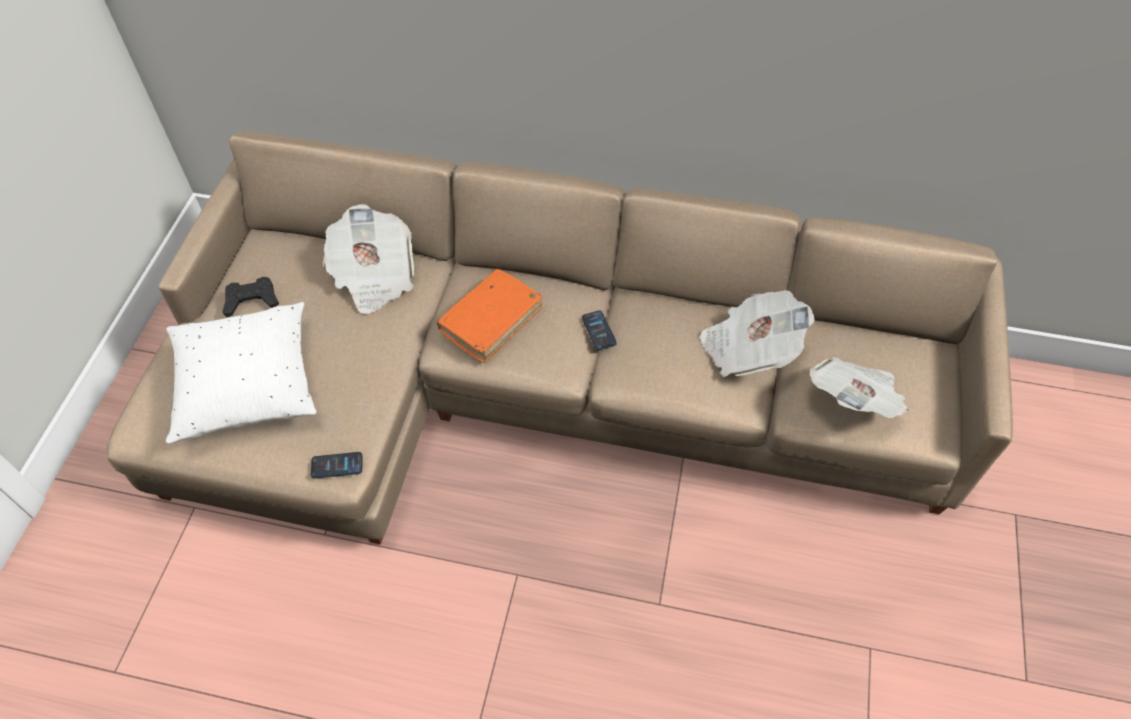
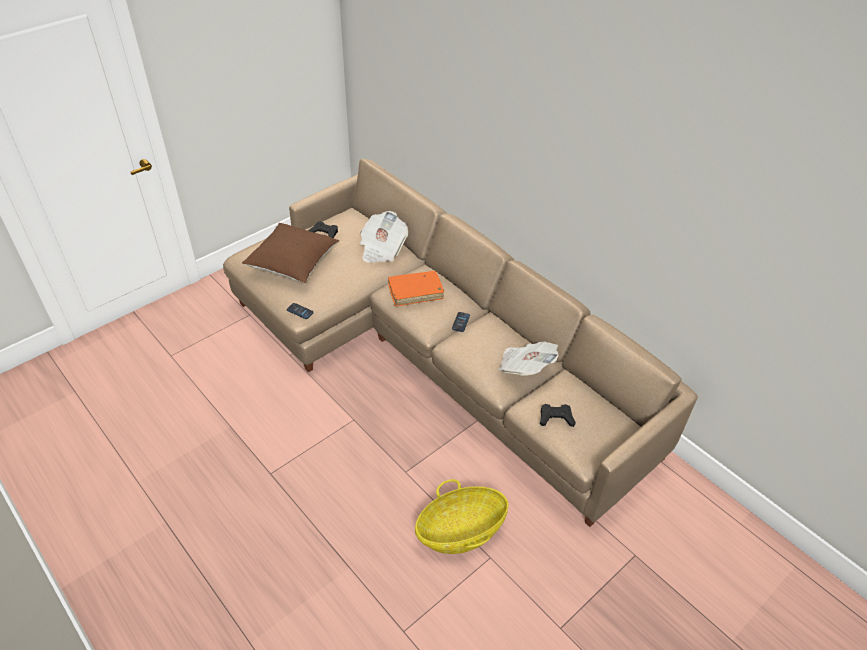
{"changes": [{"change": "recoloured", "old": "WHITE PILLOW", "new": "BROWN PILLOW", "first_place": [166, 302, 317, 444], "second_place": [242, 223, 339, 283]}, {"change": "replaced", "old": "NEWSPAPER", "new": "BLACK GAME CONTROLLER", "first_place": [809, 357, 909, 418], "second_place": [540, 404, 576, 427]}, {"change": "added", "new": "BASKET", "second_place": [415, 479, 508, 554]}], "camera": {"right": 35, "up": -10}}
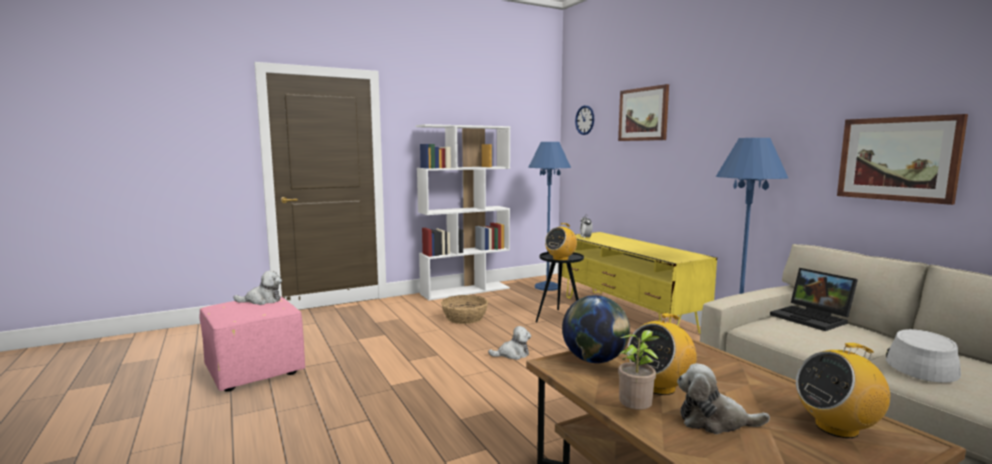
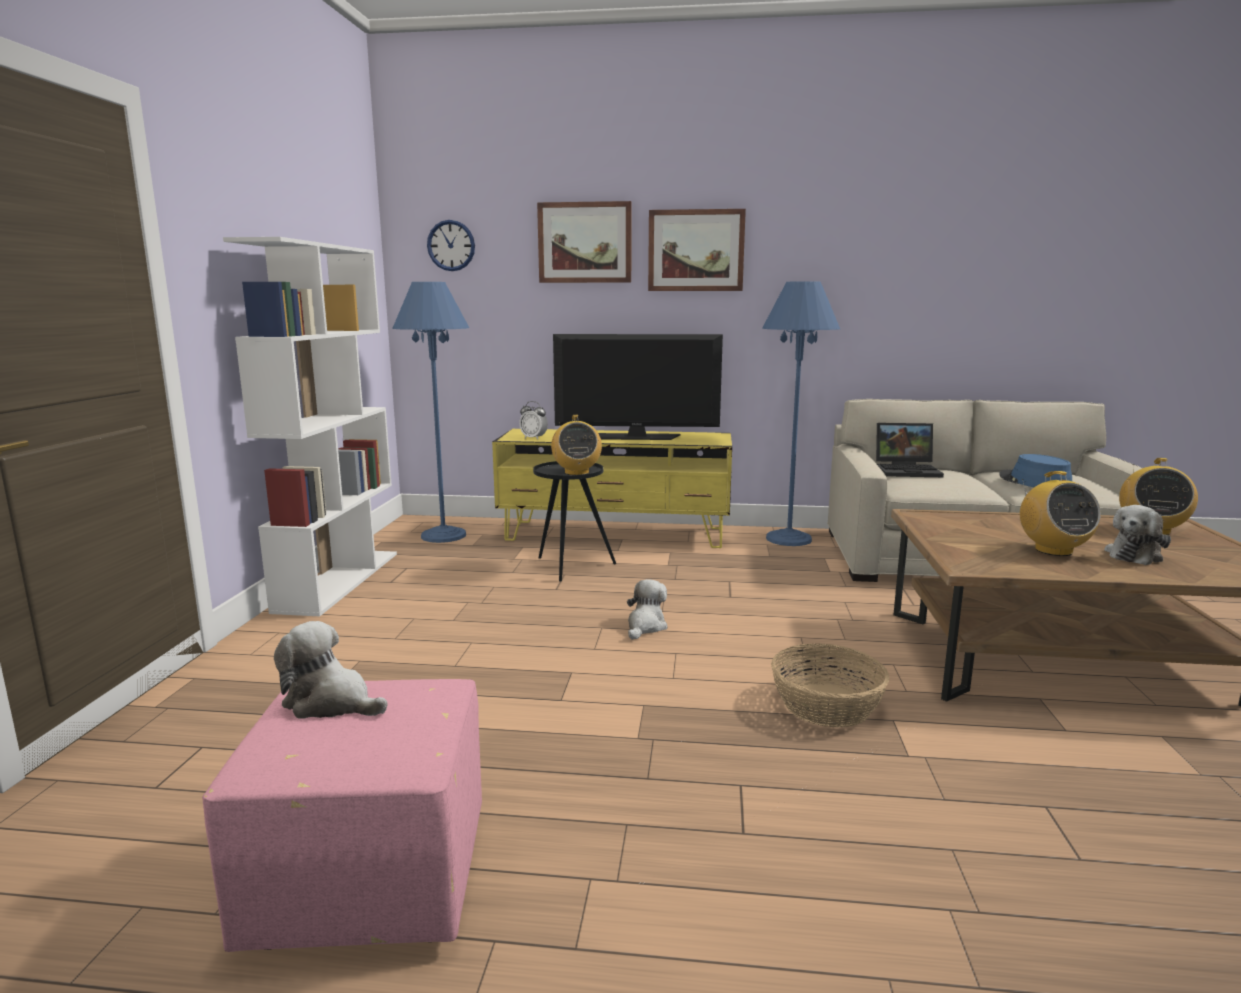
{"changes": [{"change": "turned", "old": "PLUSH TOY", "first_place": [233, 271, 282, 305], "second_place": [274, 621, 388, 719], "degrees": -90}, {"change": "moved", "old": "BASKET", "first_place": [441, 295, 488, 324], "second_place": [771, 644, 889, 727]}, {"change": "removed", "old": "GLOBE", "first_place": [562, 295, 630, 363]}, {"change": "removed", "old": "POTTED PLANT", "first_place": [618, 330, 660, 410]}, {"change": "moved", "old": "PICTURE", "first_place": [837, 114, 968, 205], "second_place": [648, 209, 746, 291]}, {"change": "recoloured", "old": "GREY HAT", "new": "BLUE HAT", "first_place": [885, 329, 961, 383], "second_place": [999, 454, 1072, 487]}, {"change": "added", "new": "TELEVISION", "second_place": [553, 334, 723, 440]}], "camera": {"right": -55, "up": 5}}
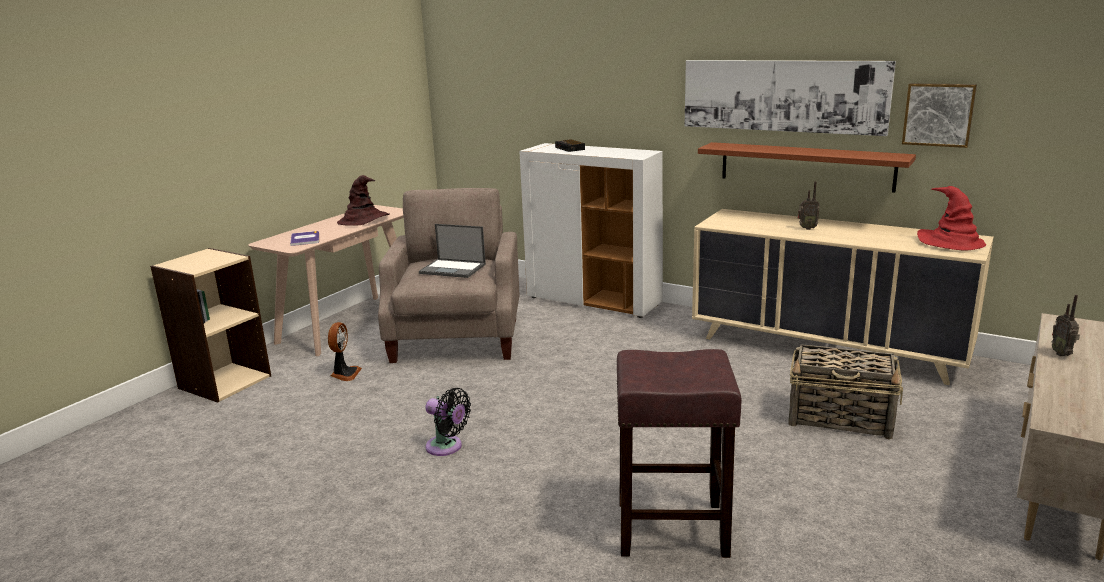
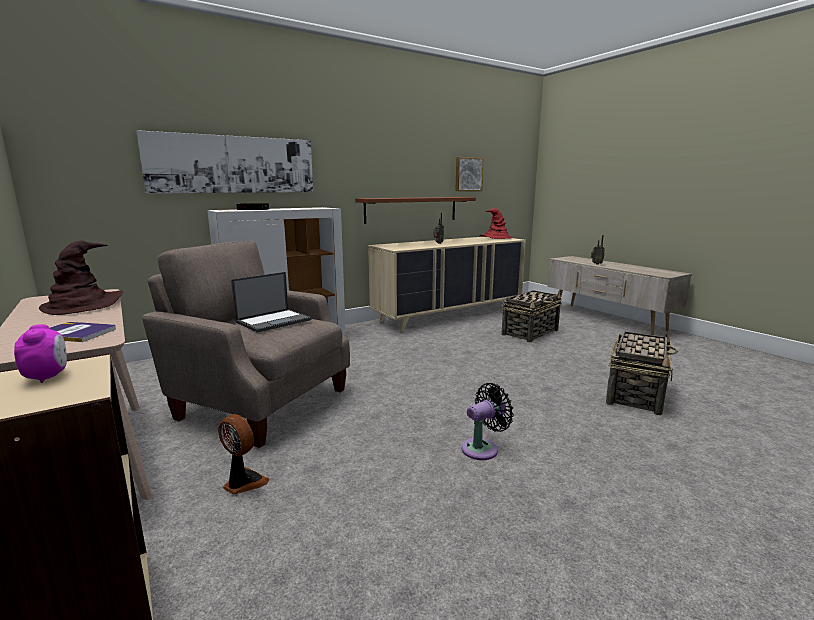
{"changes": [{"change": "replaced", "old": "BROWN STOOL", "new": "BASKET", "first_place": [617, 349, 742, 558], "second_place": [606, 331, 678, 415]}, {"change": "moved", "old": "PICTURE", "first_place": [684, 60, 896, 136], "second_place": [136, 130, 313, 193]}, {"change": "added", "new": "ALARM CLOCK", "second_place": [14, 324, 67, 383]}], "camera": {"right": -65, "up": -5}}
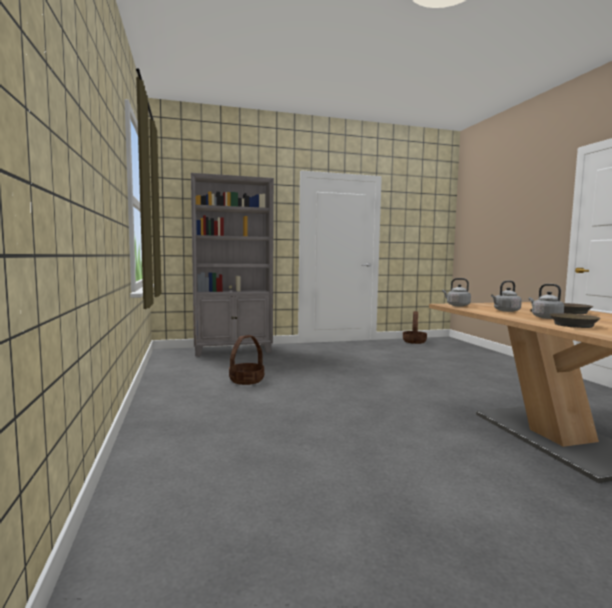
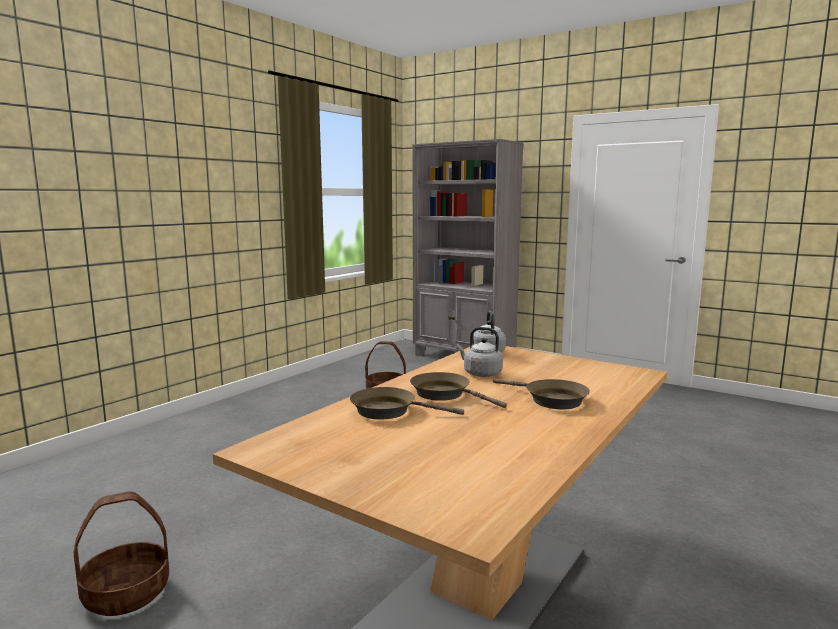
{"changes": [{"change": "moved", "old": "BASKET", "first_place": [403, 311, 427, 344], "second_place": [74, 491, 169, 616]}, {"change": "replaced", "old": "GREY KETTLE", "new": "BROWN FRYING PAN", "first_place": [529, 284, 564, 319], "second_place": [410, 372, 507, 408]}], "camera": {"right": 50, "up": 5}}
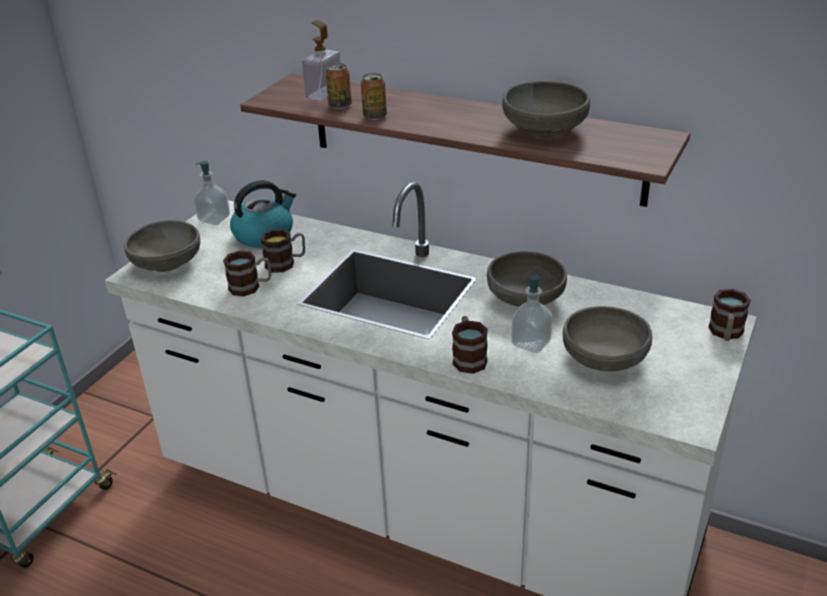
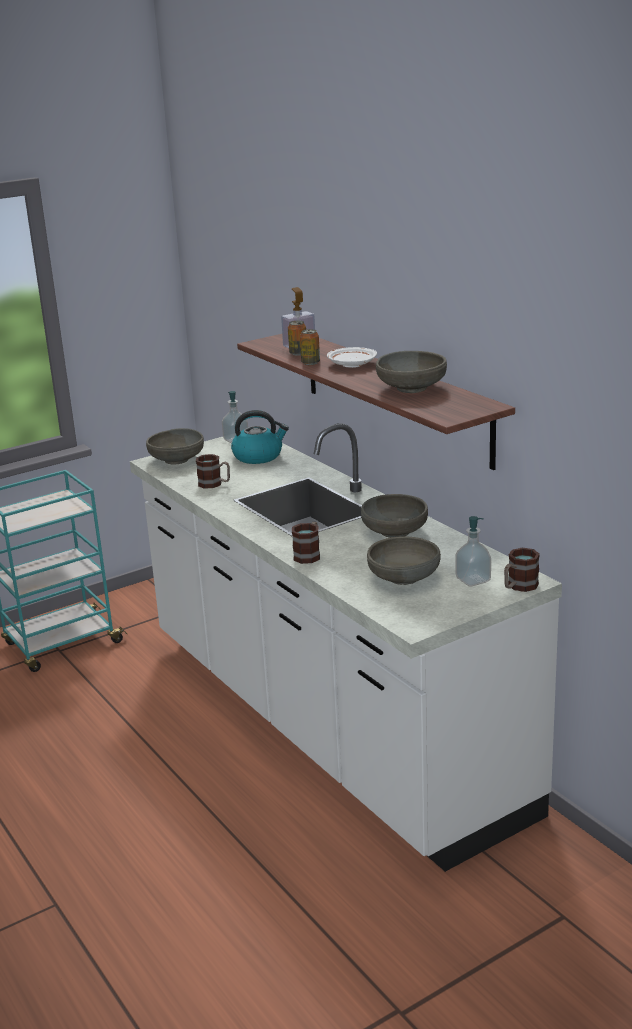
{"changes": [{"change": "removed", "old": "MUG", "first_place": [261, 229, 305, 272]}, {"change": "moved", "old": "SOAP DISPENSER", "first_place": [511, 274, 552, 353], "second_place": [455, 516, 491, 587]}, {"change": "added", "new": "WHITE PLATE", "second_place": [327, 347, 377, 368]}], "camera": {"right": 30, "up": -10}}
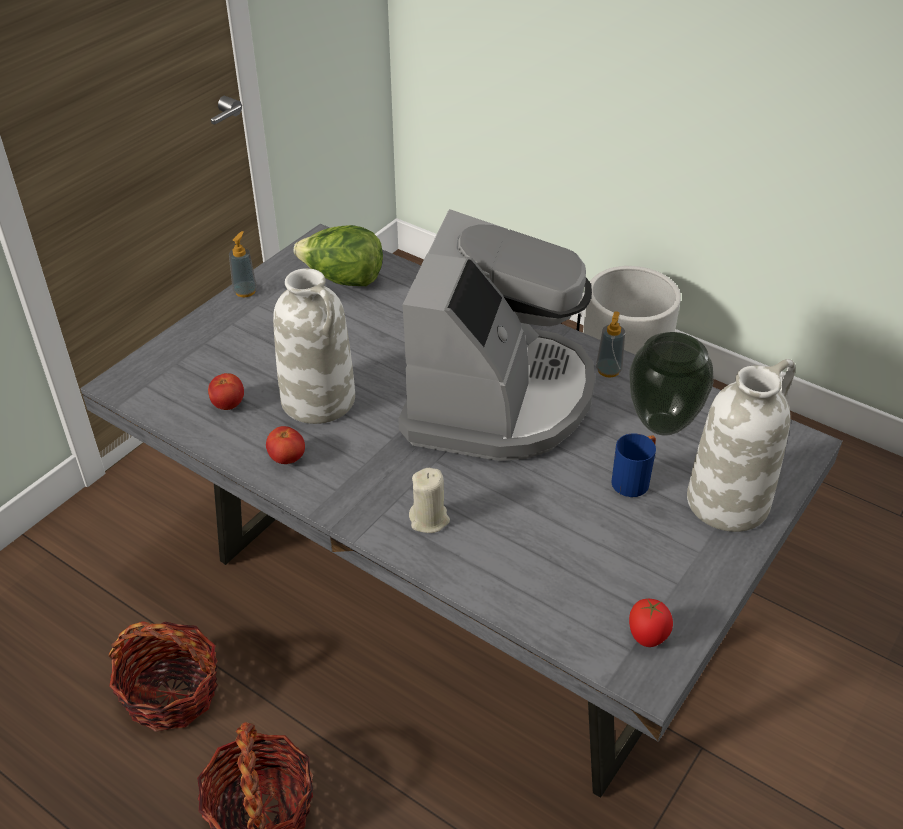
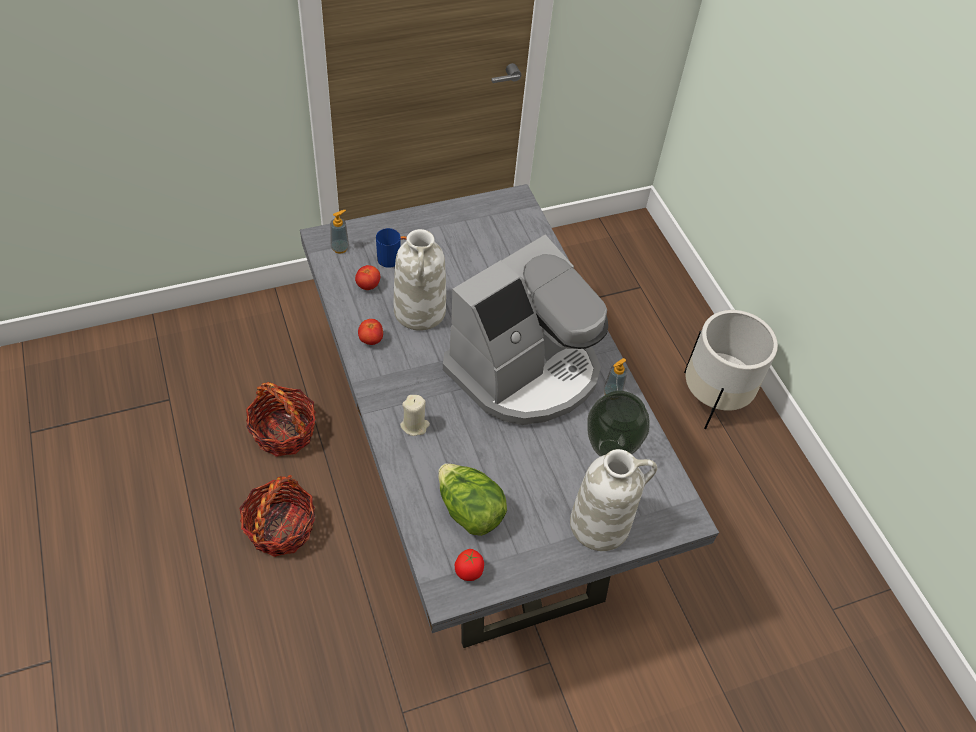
{"changes": [{"change": "moved", "old": "SOAP DISPENSER", "first_place": [229, 231, 257, 297], "second_place": [330, 210, 349, 253]}, {"change": "moved", "old": "LETTUCE", "first_place": [294, 225, 383, 286], "second_place": [438, 463, 507, 536]}, {"change": "moved", "old": "BLUE MUG", "first_place": [612, 433, 656, 497], "second_place": [376, 228, 407, 268]}], "camera": {"right": 30, "up": 10}}
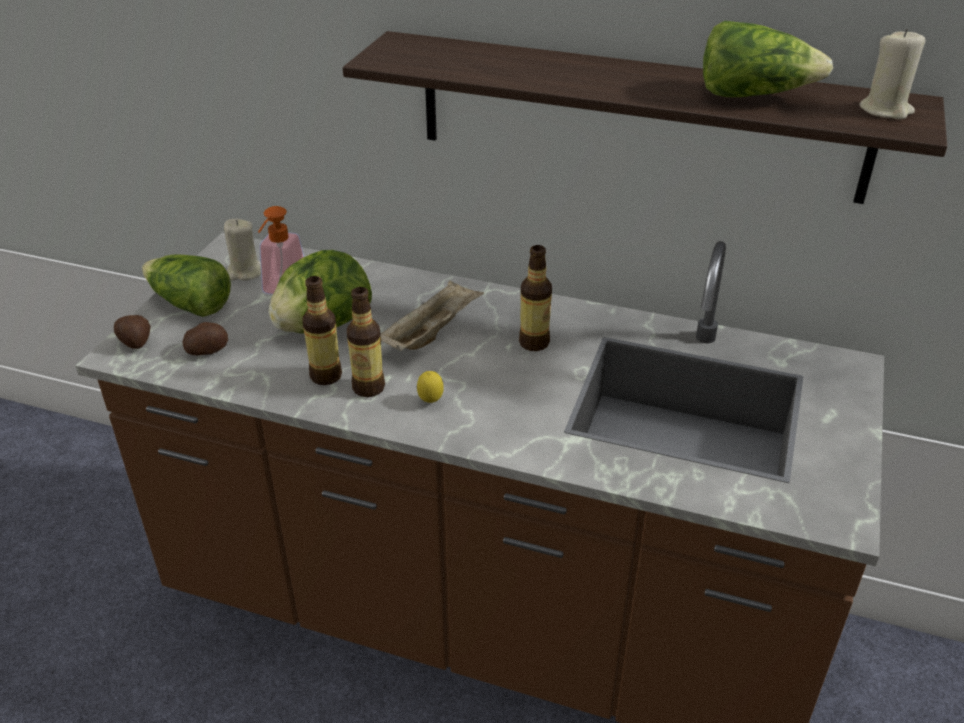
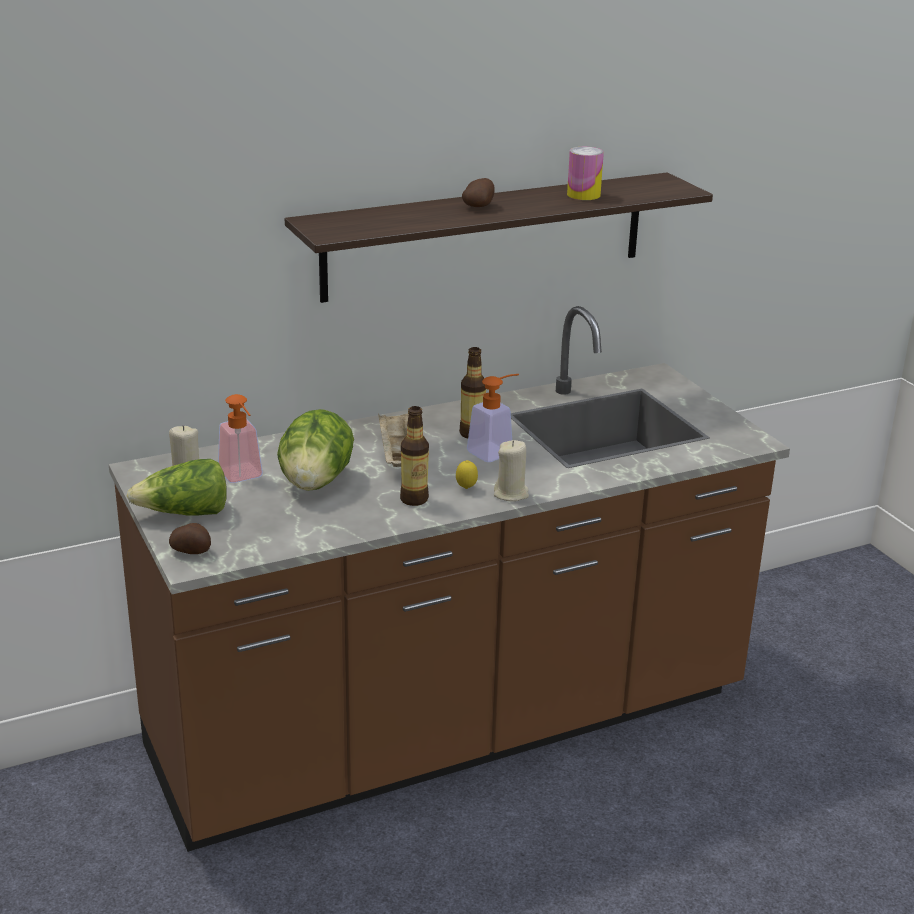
{"changes": [{"change": "moved", "old": "POTATO", "first_place": [183, 322, 228, 355], "second_place": [462, 178, 495, 207]}, {"change": "removed", "old": "BOTTLE", "first_place": [302, 276, 342, 385]}, {"change": "replaced", "old": "LETTUCE", "new": "CAN", "first_place": [703, 21, 833, 97], "second_place": [567, 147, 604, 200]}, {"change": "moved", "old": "BEIGE CANDLE", "first_place": [859, 29, 925, 119], "second_place": [494, 440, 529, 501]}, {"change": "added", "new": "SOAP DISPENSER", "second_place": [467, 374, 519, 462]}], "camera": {"right": -45, "up": -10}}
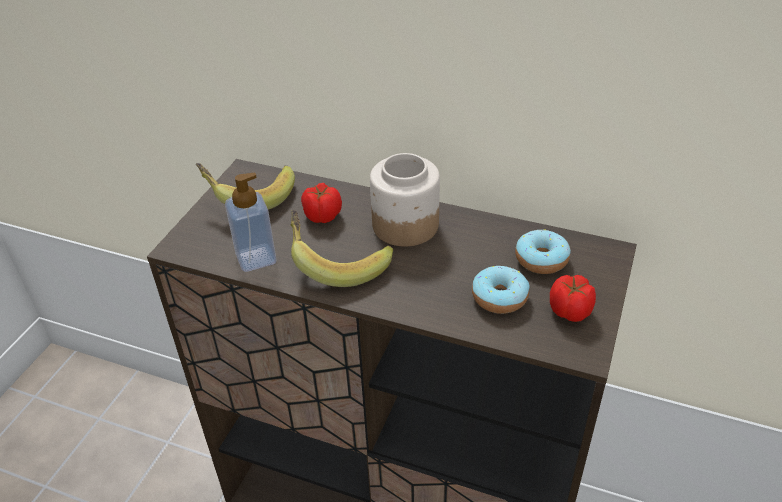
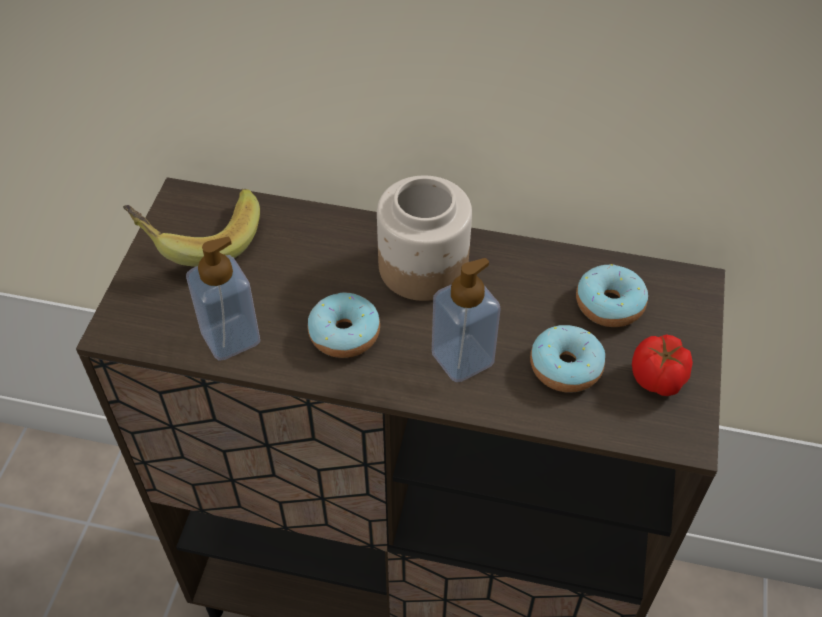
{"changes": [{"change": "replaced", "old": "BANANA", "new": "DONUT", "first_place": [291, 210, 393, 287], "second_place": [308, 292, 380, 358]}, {"change": "removed", "old": "TOMATO", "first_place": [301, 183, 342, 223]}, {"change": "added", "new": "SOAP DISPENSER", "second_place": [432, 258, 501, 382]}], "camera": {"right": -10, "up": 10}}
